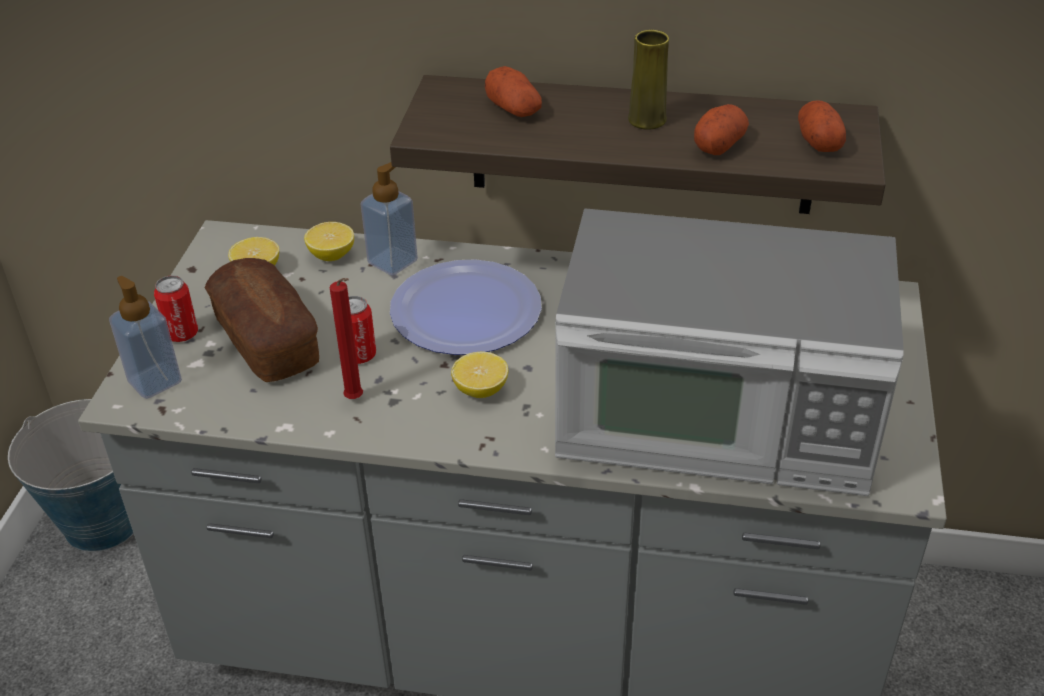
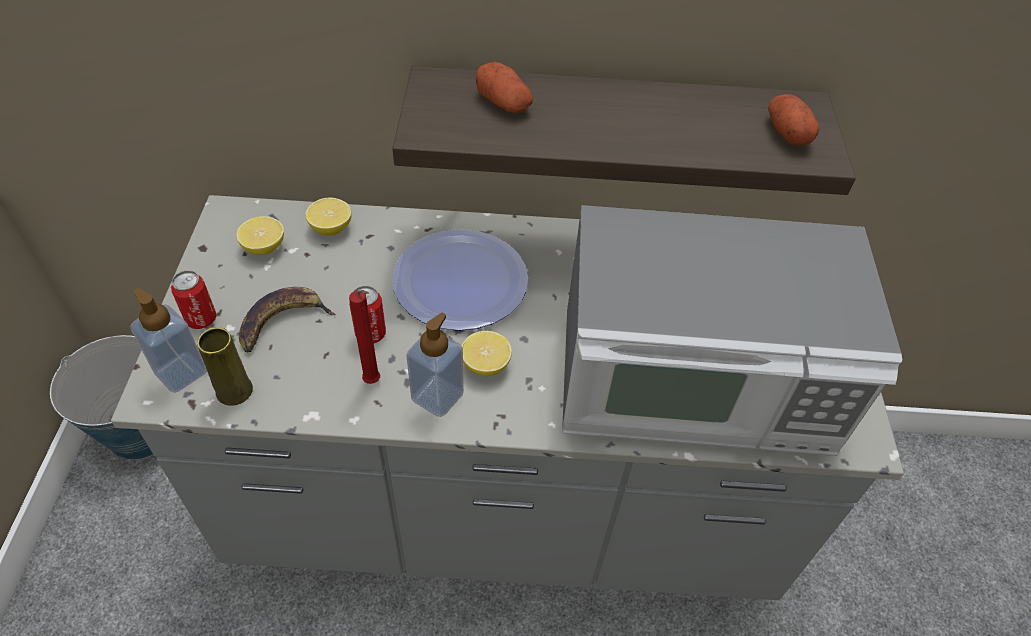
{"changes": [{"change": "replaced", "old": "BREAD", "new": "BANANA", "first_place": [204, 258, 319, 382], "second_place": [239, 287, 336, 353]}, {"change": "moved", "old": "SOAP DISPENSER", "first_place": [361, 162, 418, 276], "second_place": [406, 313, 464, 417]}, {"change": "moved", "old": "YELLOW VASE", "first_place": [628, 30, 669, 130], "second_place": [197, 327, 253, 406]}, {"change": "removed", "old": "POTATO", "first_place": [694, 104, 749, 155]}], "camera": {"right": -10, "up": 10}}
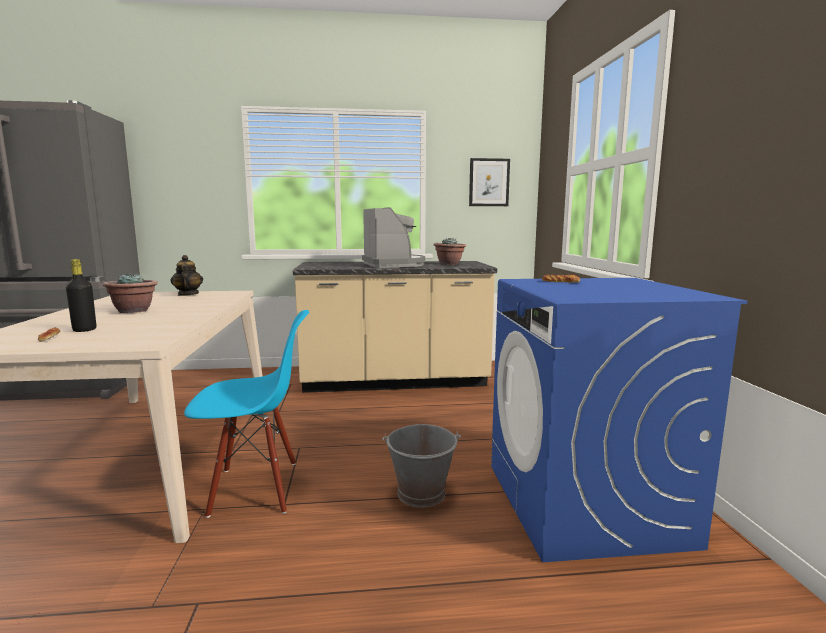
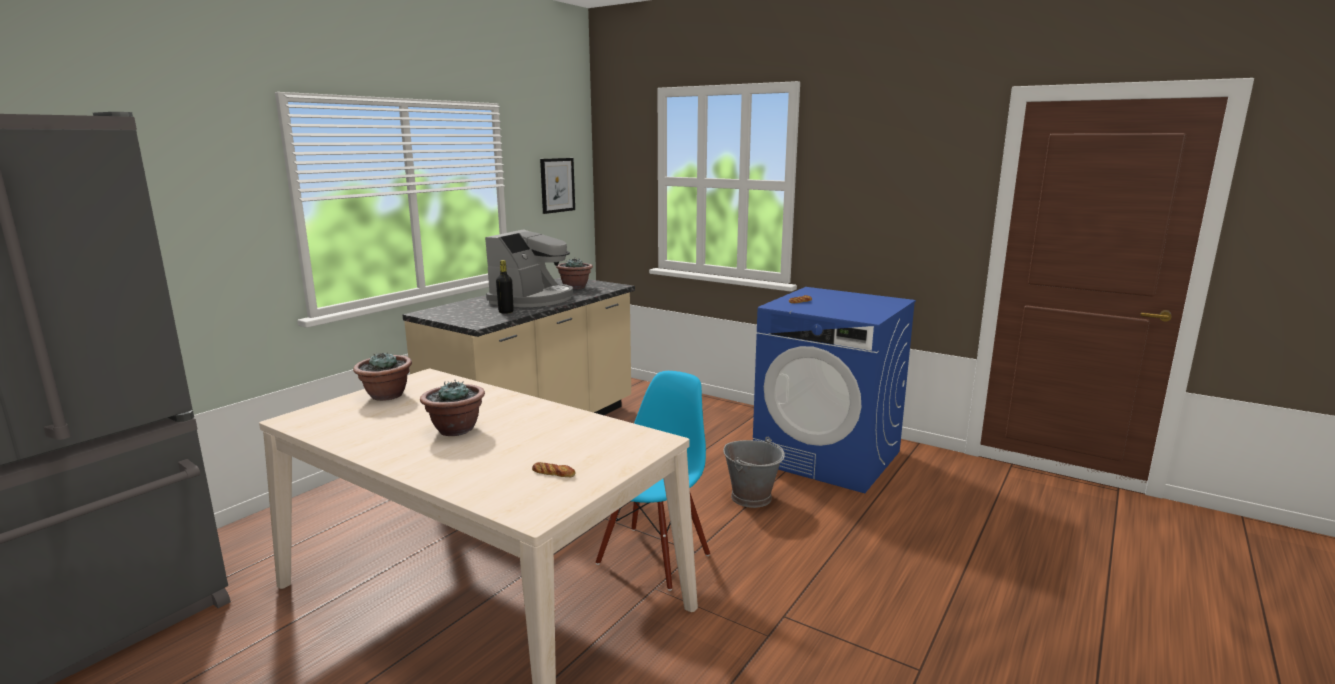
{"changes": [{"change": "moved", "old": "BLACK BOTTLE", "first_place": [66, 259, 96, 332], "second_place": [496, 260, 514, 314]}, {"change": "replaced", "old": "TEAPOT", "new": "POTTED PLANT", "first_place": [171, 255, 203, 296], "second_place": [353, 353, 412, 401]}, {"change": "turned", "old": "COFFEE MACHINE", "first_place": [362, 207, 425, 268], "second_place": [485, 229, 573, 307], "degrees": 90}], "camera": {"right": -50, "up": 5}}
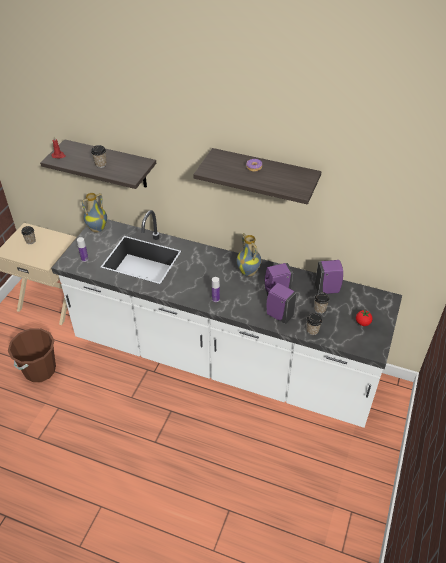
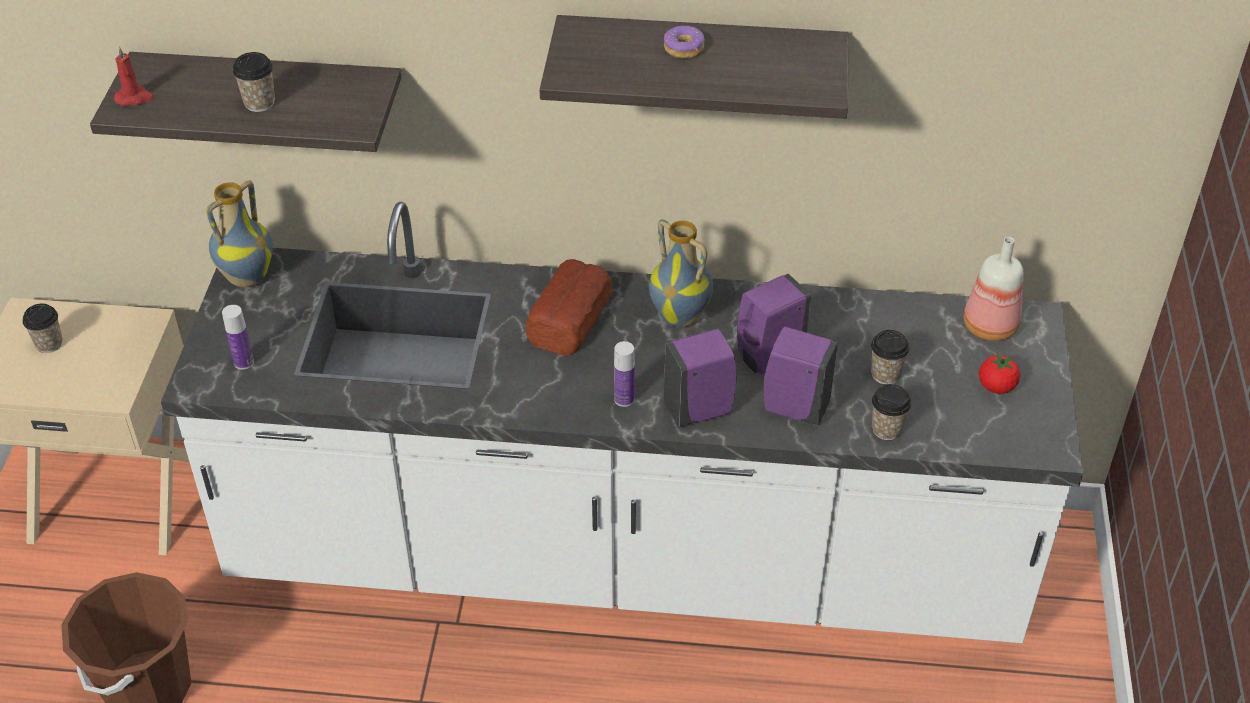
{"changes": [{"change": "moved", "old": "PURPLE SOAP DISPENSER", "first_place": [315, 260, 343, 294], "second_place": [664, 328, 737, 427]}, {"change": "added", "new": "BREAD", "second_place": [526, 259, 613, 356]}, {"change": "added", "new": "BOTTLE", "second_place": [963, 237, 1023, 341]}], "camera": {"right": -15, "up": 0}}
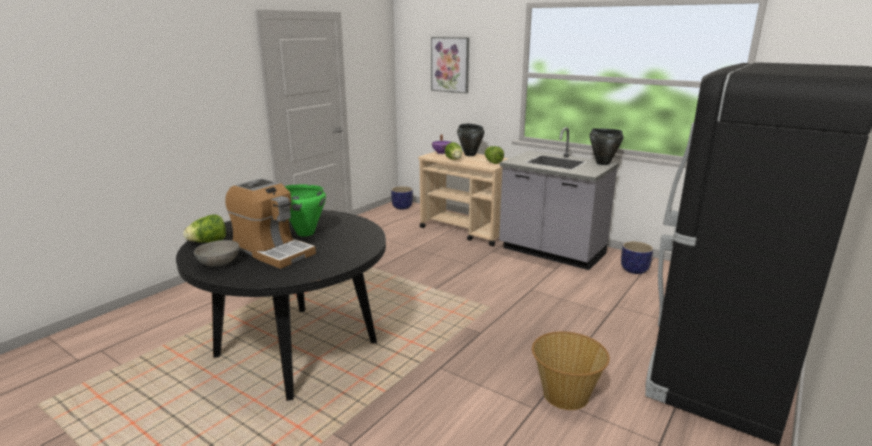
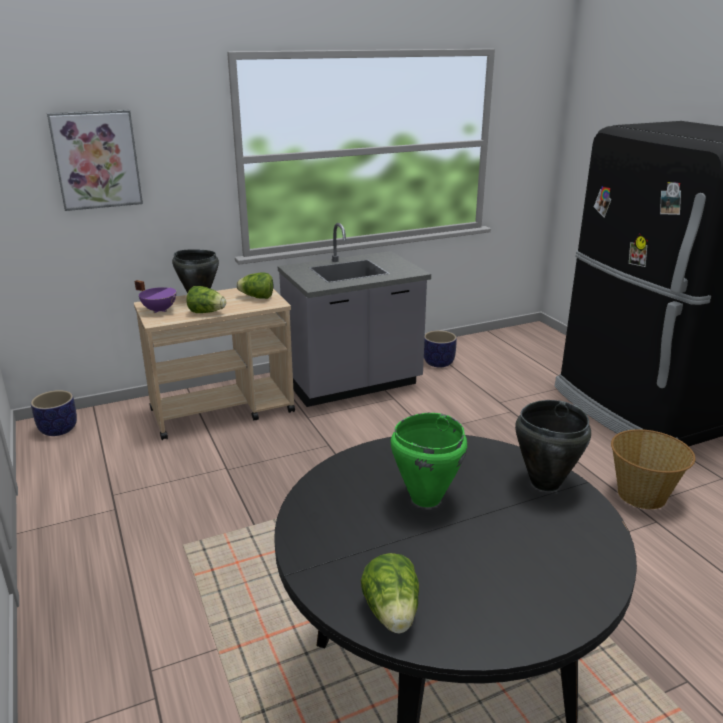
{"changes": [{"change": "removed", "old": "GREY BOWL", "first_place": [194, 240, 239, 267]}, {"change": "removed", "old": "COFFEE MACHINE", "first_place": [225, 178, 316, 269]}, {"change": "moved", "old": "BLACK COOKING POT", "first_place": [590, 128, 624, 165], "second_place": [515, 400, 591, 491]}], "camera": {"right": -60, "up": 5}}
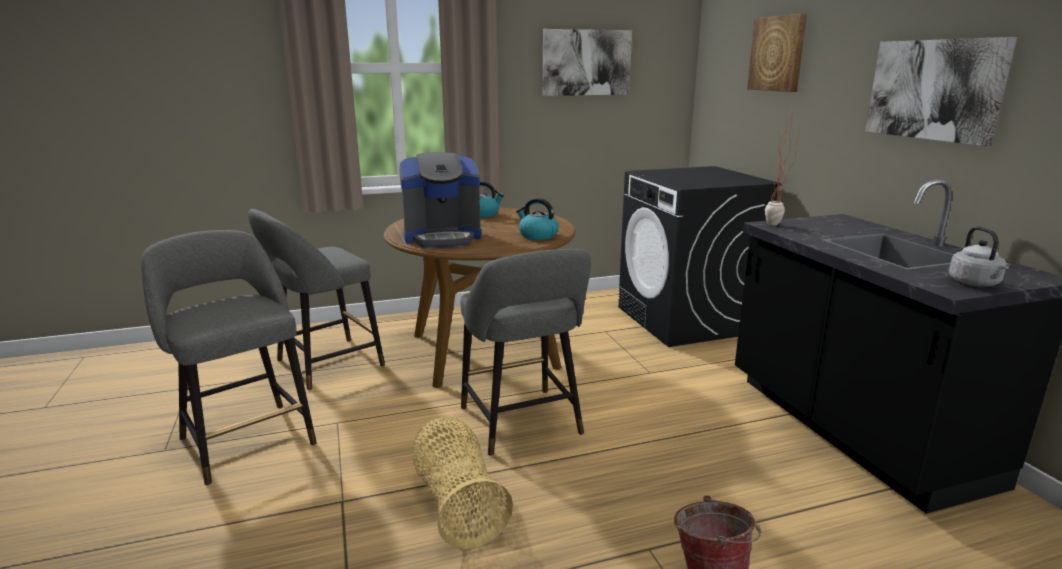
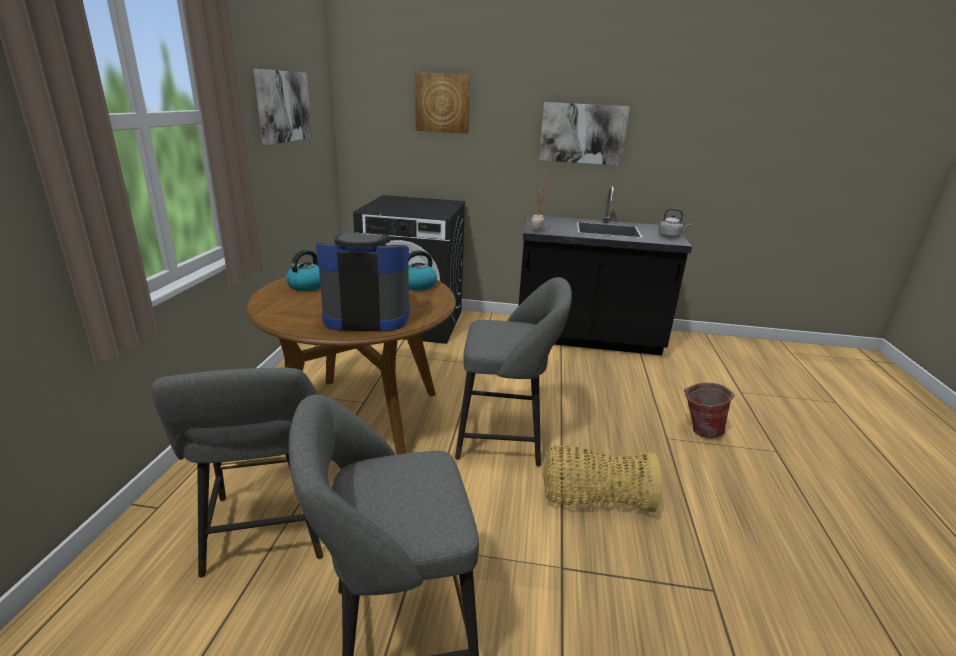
{"changes": [{"change": "turned", "old": "COFFEE MACHINE", "first_place": [400, 152, 481, 247], "second_place": [316, 233, 409, 332], "degrees": -105}], "camera": {"right": -65, "up": 5}}
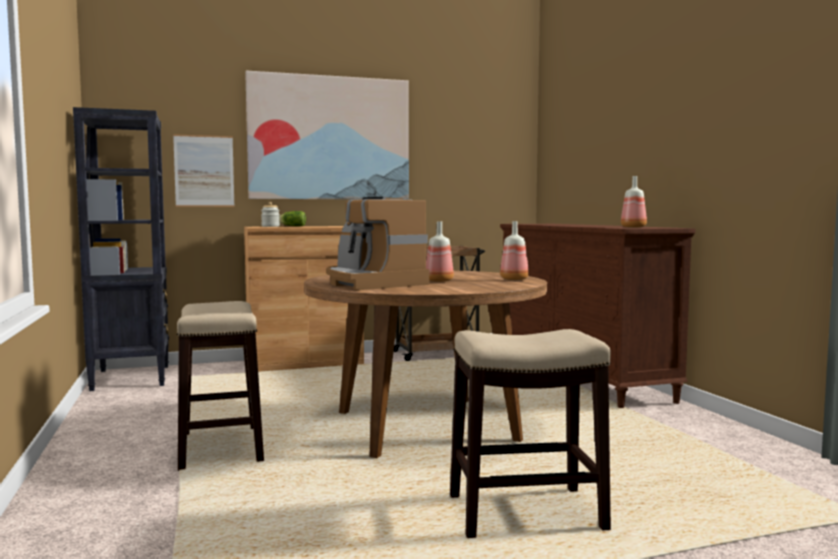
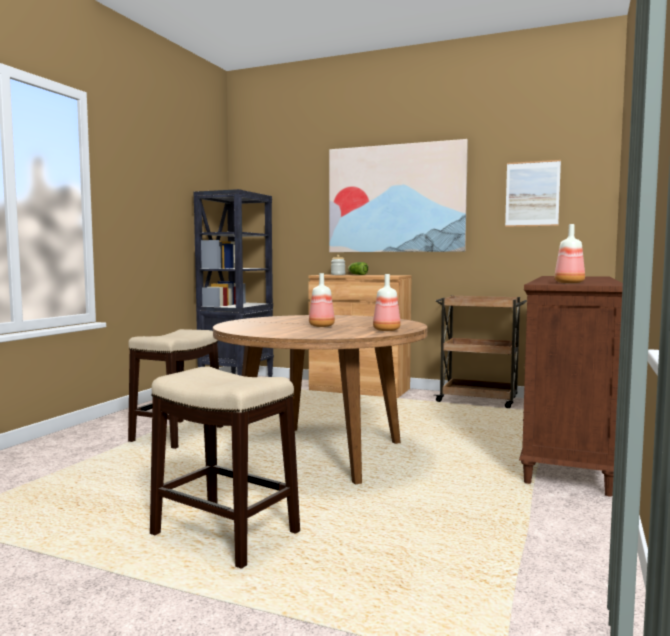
{"changes": [{"change": "moved", "old": "PICTURE", "first_place": [173, 134, 235, 207], "second_place": [505, 160, 561, 227]}, {"change": "removed", "old": "COFFEE MACHINE", "first_place": [326, 197, 429, 291]}], "camera": {"right": 40, "up": 0}}
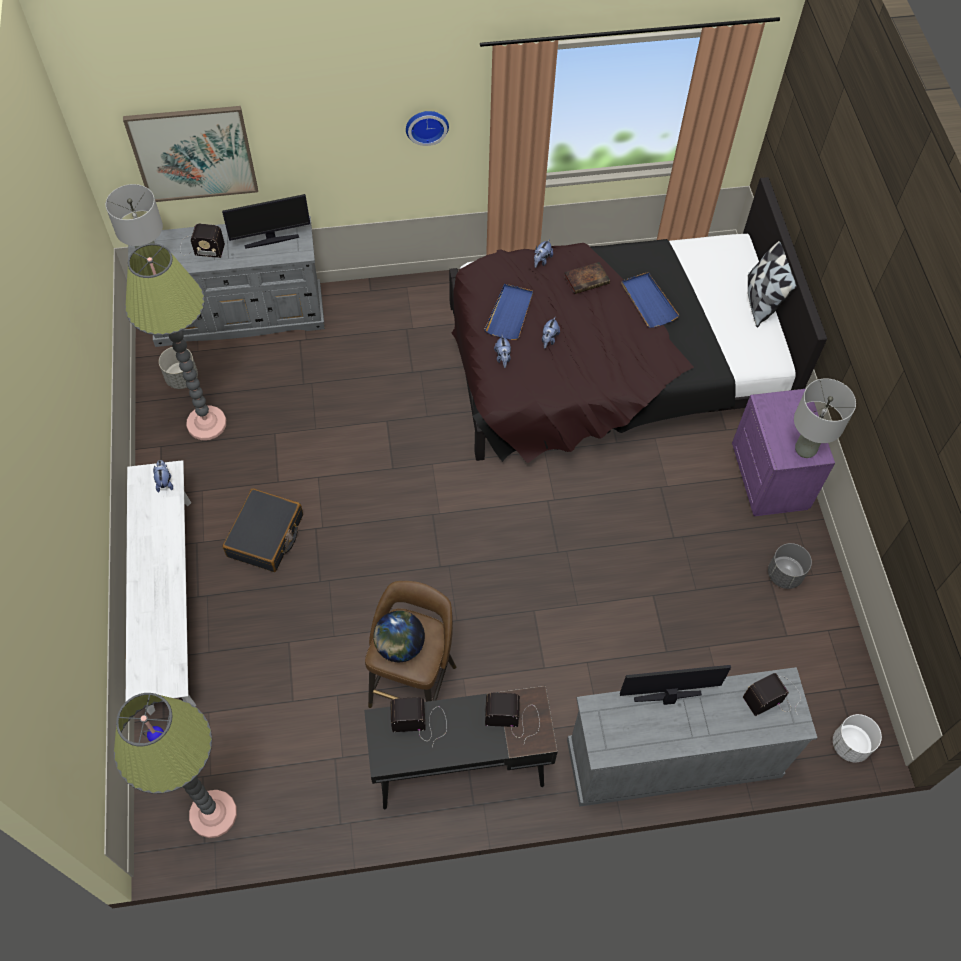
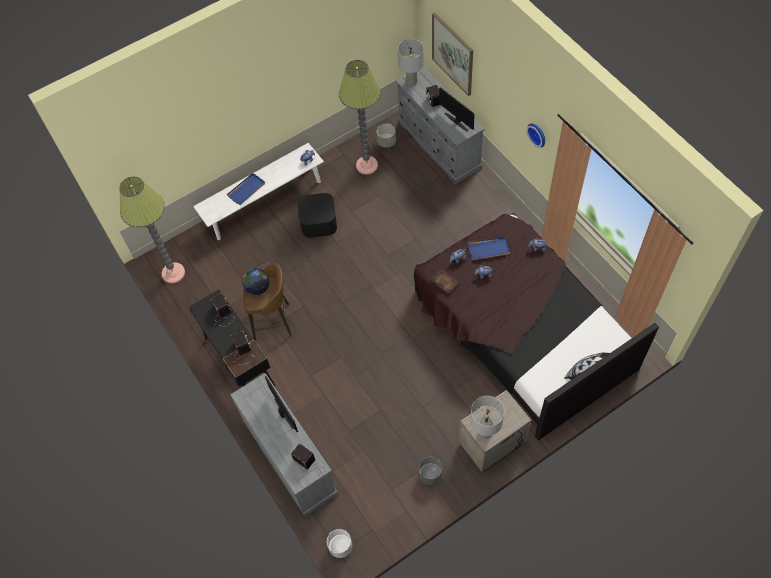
{"changes": [{"change": "replaced", "old": "BLACK SUITCASE", "new": "BLACK STORAGE BOX", "first_place": [222, 488, 303, 572], "second_place": [298, 193, 337, 238]}, {"change": "moved", "old": "BOOK", "first_place": [564, 262, 610, 294], "second_place": [430, 268, 459, 294]}, {"change": "moved", "old": "BLUE TRAY", "first_place": [622, 272, 679, 328], "second_place": [227, 173, 265, 205]}, {"change": "recoloured", "old": "PURPLE NIGHTSTAND", "new": "BEIGE NIGHTSTAND", "first_place": [732, 389, 835, 516], "second_place": [459, 390, 531, 473]}], "camera": {"right": 70, "up": 0}}
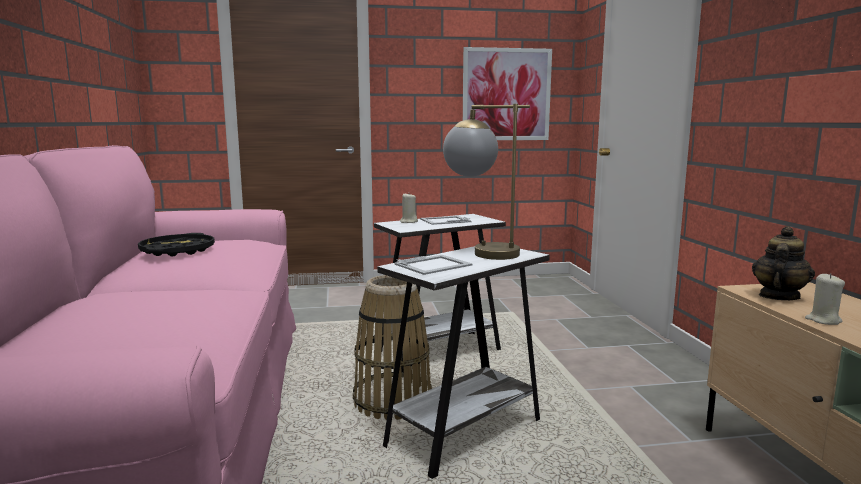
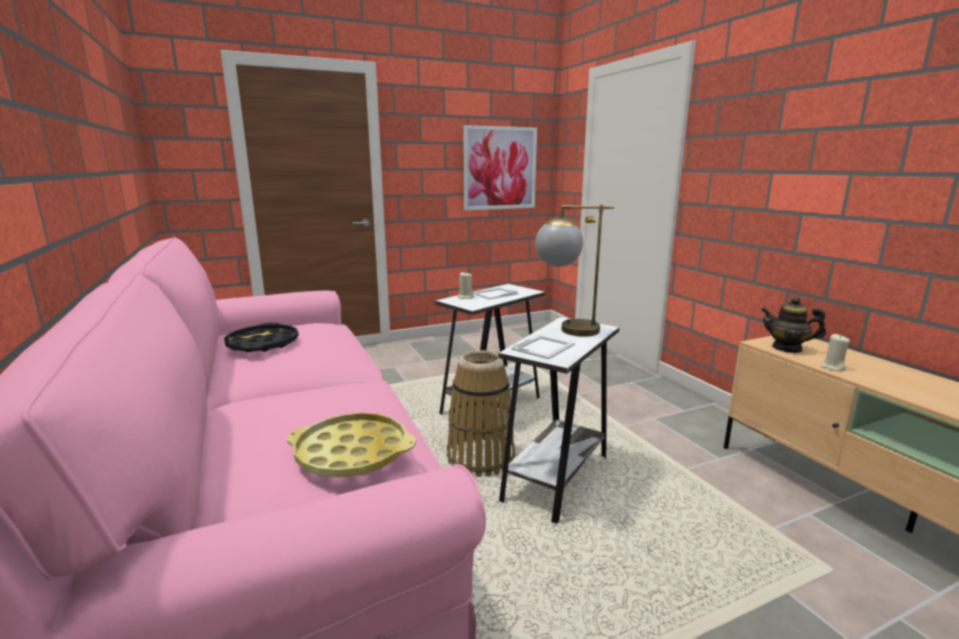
{"changes": [{"change": "turned", "old": "TEAPOT", "first_place": [752, 226, 815, 300], "second_place": [761, 297, 826, 353], "degrees": -90}, {"change": "added", "new": "YELLOW TRAY", "second_place": [287, 413, 416, 477]}], "camera": {"right": -15, "up": 5}}
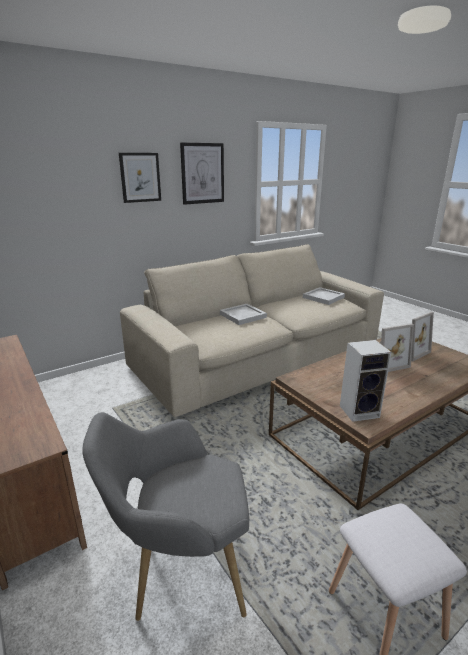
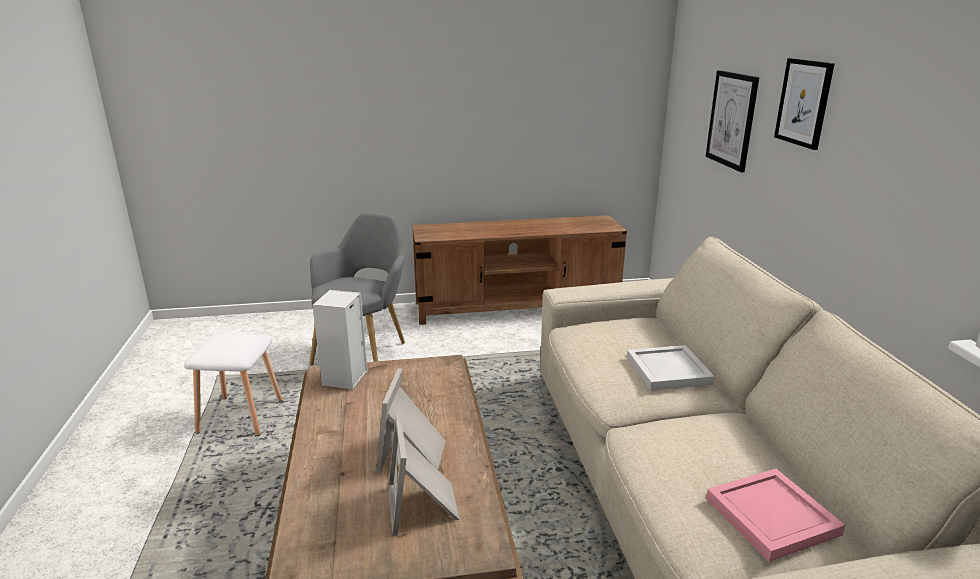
{"changes": [{"change": "moved", "old": "PICTURE", "first_place": [180, 142, 224, 205], "second_place": [706, 70, 759, 172]}, {"change": "recoloured", "old": "WHITE TRAY", "new": "PINK TRAY", "first_place": [303, 287, 345, 305], "second_place": [706, 469, 845, 562]}], "camera": {"right": 115, "up": 0}}
